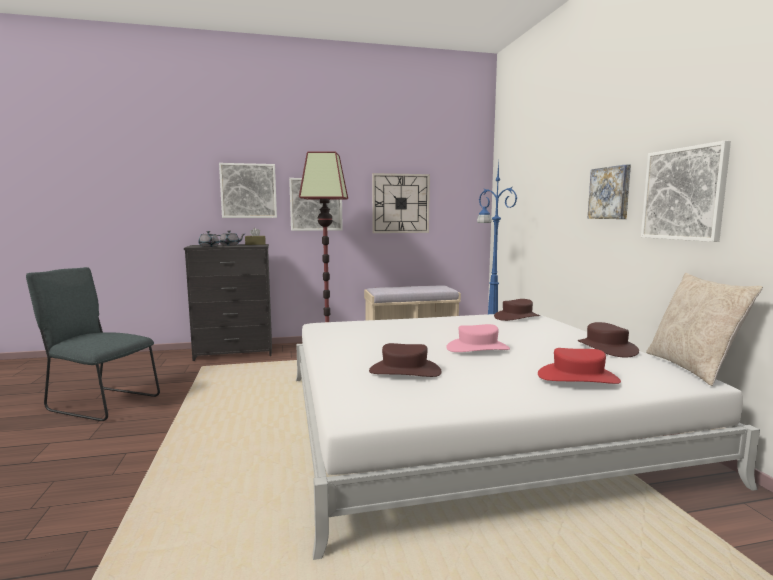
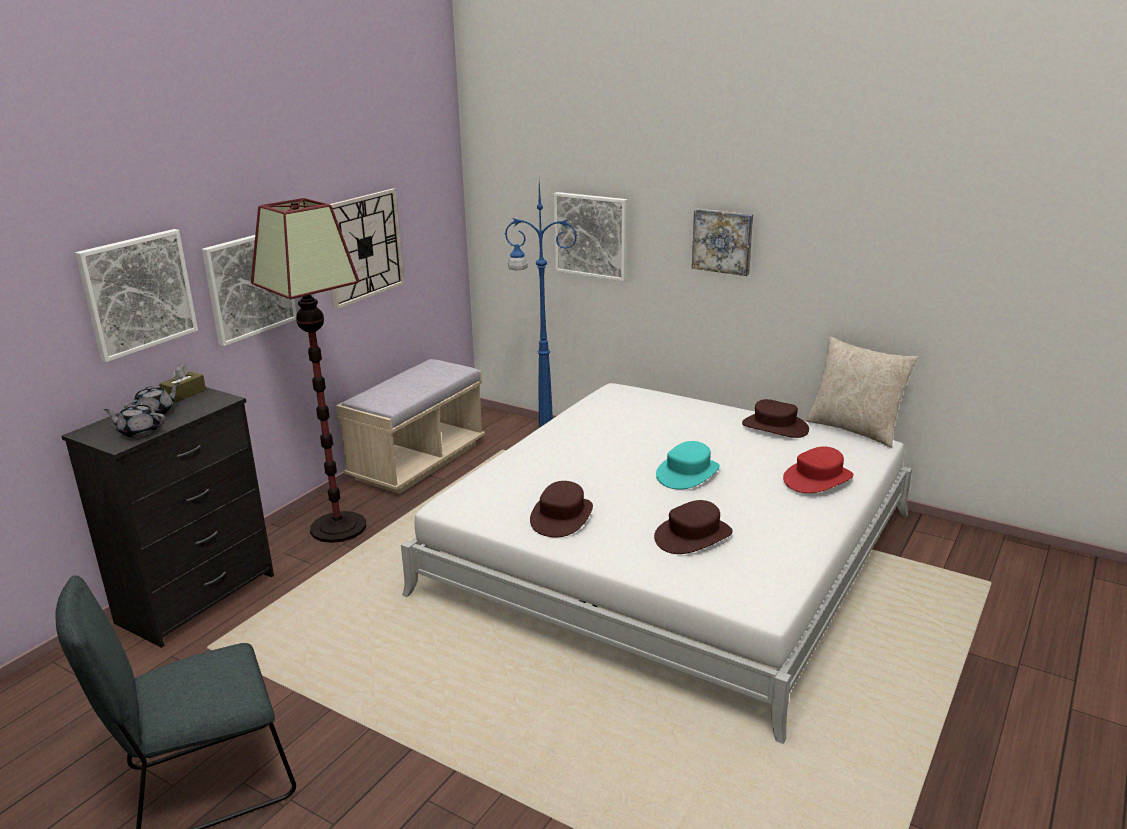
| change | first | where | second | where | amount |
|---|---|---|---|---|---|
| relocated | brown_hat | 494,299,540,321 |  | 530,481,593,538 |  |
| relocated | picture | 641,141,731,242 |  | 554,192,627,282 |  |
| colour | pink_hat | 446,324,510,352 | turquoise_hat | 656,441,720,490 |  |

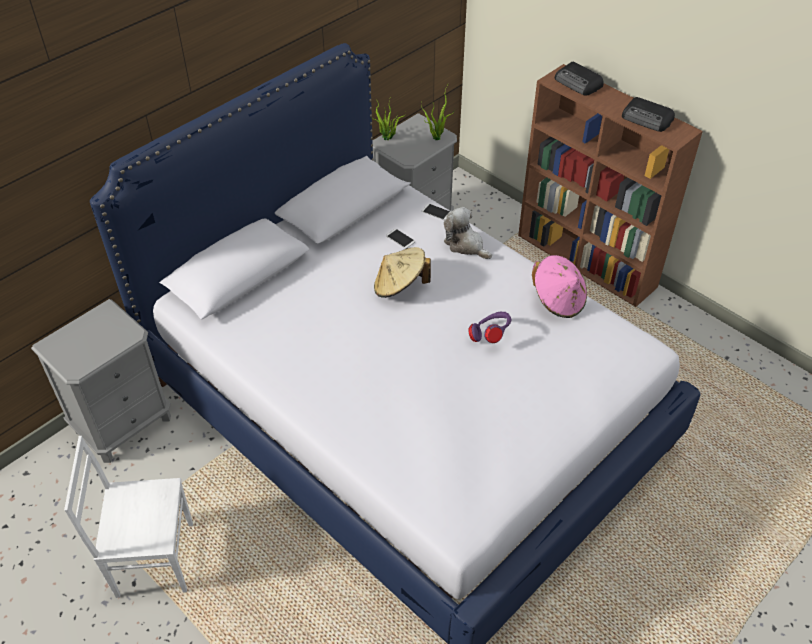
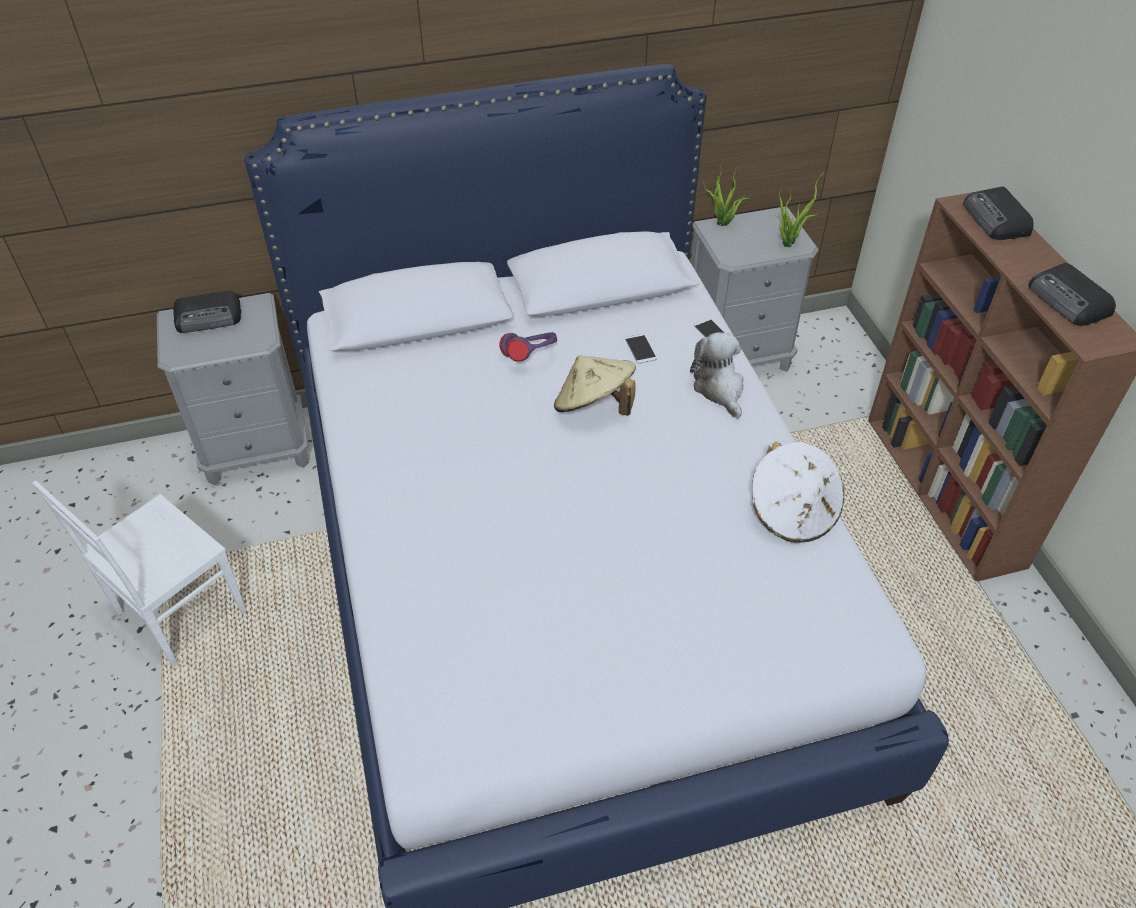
| change | first | where | second | where | amount |
|---|---|---|---|---|---|
| spun | white_chair | 64,436,193,598 |  | 33,481,246,667 | 75 degrees counterclockwise |
| appeared |  |  | radio | 173,291,242,333 |  |
| relocated | purple_headphones | 468,312,512,343 |  | 499,332,557,362 |  |
| colour | pink_hat | 532,255,587,318 | white_hat | 752,441,844,543 |  |

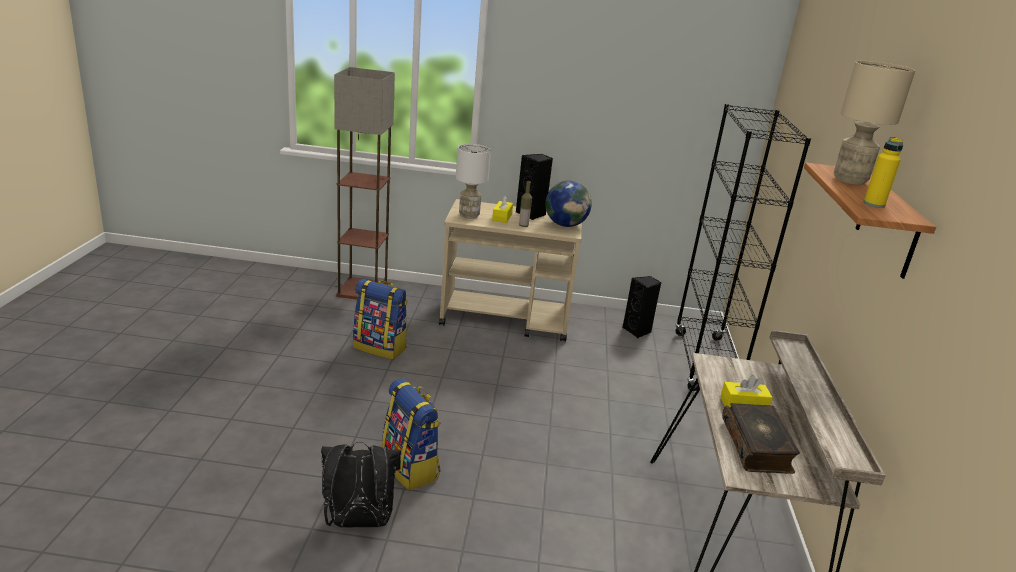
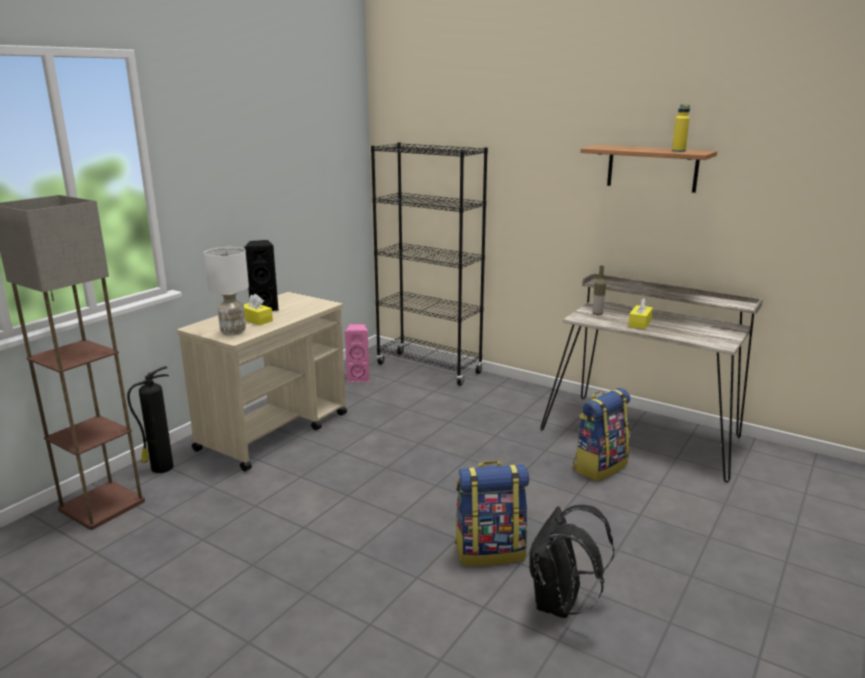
| change | first | where | second | where | amount |
|---|---|---|---|---|---|
| appeared |  |  | fire_extinguisher | 127,366,173,473 |  |
| colour | black_speaker | 622,276,661,338 | pink_speaker | 345,324,370,382 |  |
| relocated | backpack | 353,279,407,360 |  | 573,388,630,481 |  |
| relocated | bottle | 519,181,532,227 |  | 593,265,606,315 |  |
| missing | globe | 545,181,592,227 |  |  |  |
| missing | book | 722,403,800,474 |  |  |  |
| missing | beige_table_lamp | 834,61,915,185 |  |  |  |

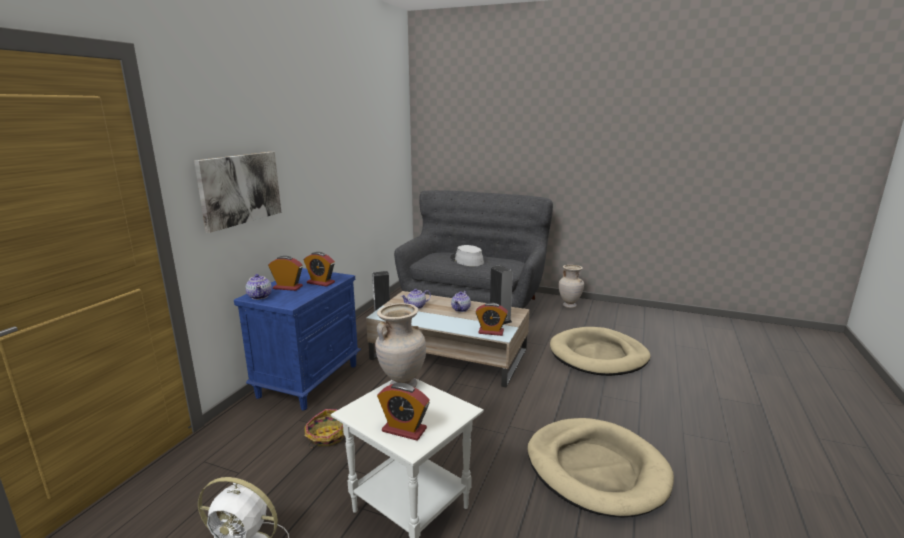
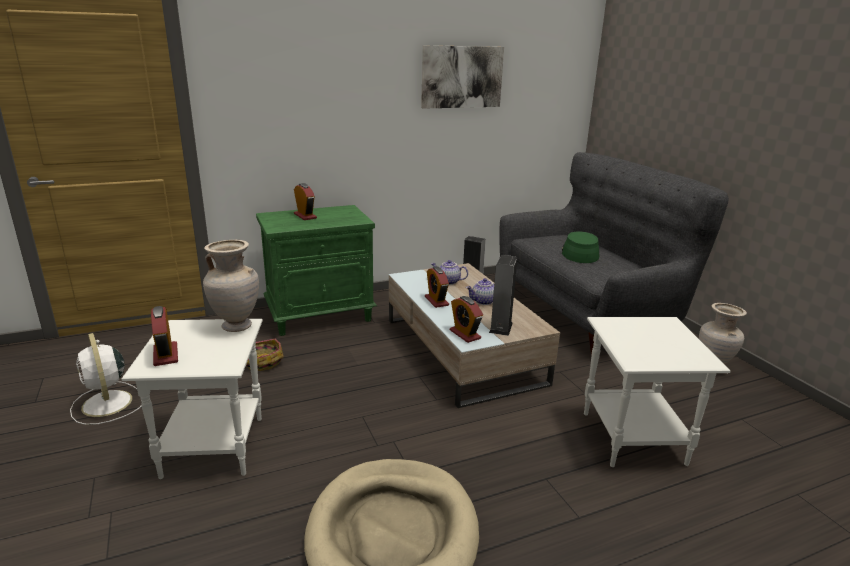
| change | first | where | second | where | amount |
|---|---|---|---|---|---|
| colour | blue_nightstand | 234,268,361,410 | green_nightstand | 256,205,377,336 |  |
| relocated | picture | 194,152,281,233 |  | 421,45,504,109 |  |
| relocated | alarm_clock | 304,252,335,287 |  | 425,267,449,308 |  |
| colour | grey_hat | 450,245,484,266 | green_hat | 562,231,599,263 |  |
| exchanged | beige_dog_bed | 550,327,651,376 | white_side_table | 584,317,731,467 |  |
| missing | teapot | 246,274,272,300 |  |  |  |

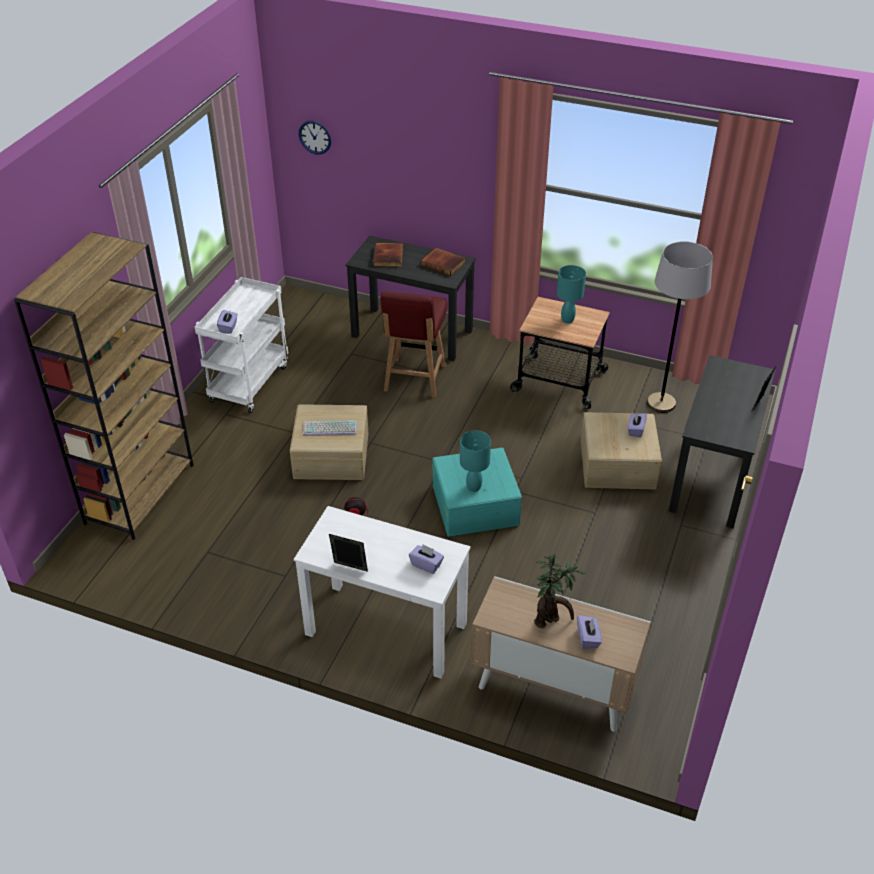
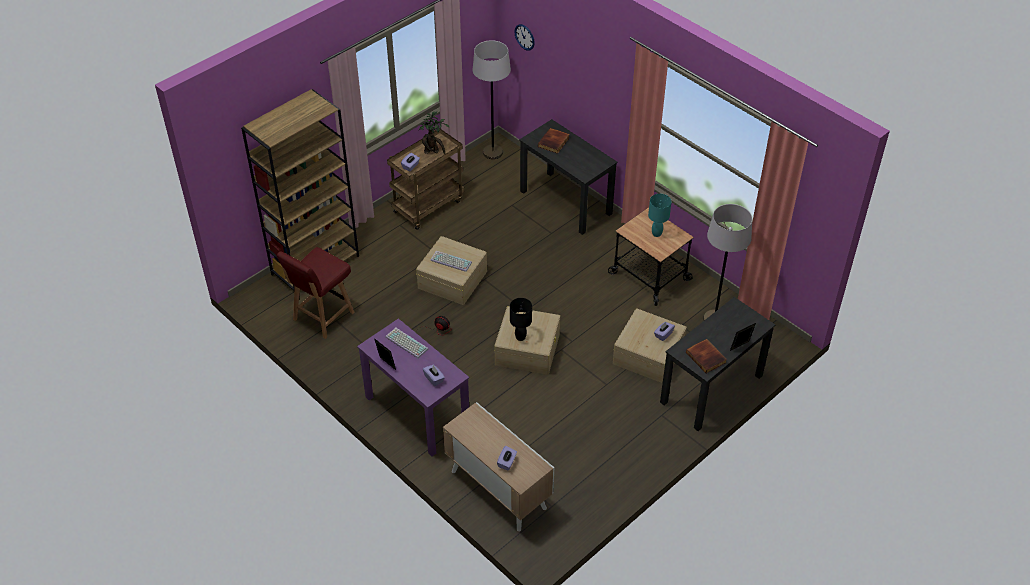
| change | first | where | second | where | amount |
|---|---|---|---|---|---|
| relocated | red_chair | 380,291,447,398 |  | 276,247,355,339 |  |
| colour | white_desk | 293,506,471,678 | purple_desk | 357,318,469,456 |  |
| appeared |  |  | keyboard | 386,328,428,358 |  |
| colour | white_cart | 195,277,288,413 | brown_cart | 387,128,464,230 |  |
| relocated | potted_plant | 534,553,585,628 |  | 419,111,450,154 |  |
| appeared |  |  | grey_floor_lamp | 472,40,511,159 |  |
| colour | turquoise_storage_box | 432,448,522,537 | beige_storage_box | 494,306,560,375 |  |
| colour | turquoise_table_lamp | 460,430,491,492 | black_table_lamp | 510,298,532,341 |  |
| relocated | book | 421,248,466,276 |  | 686,339,727,373 |  |

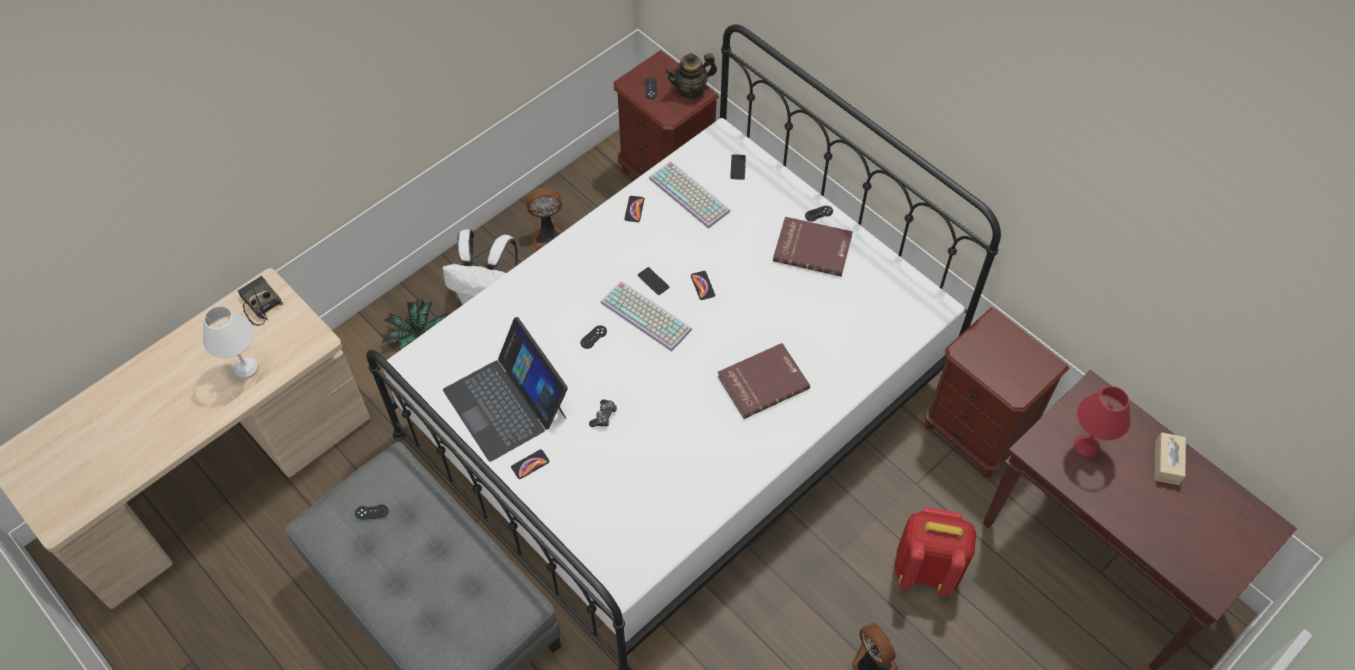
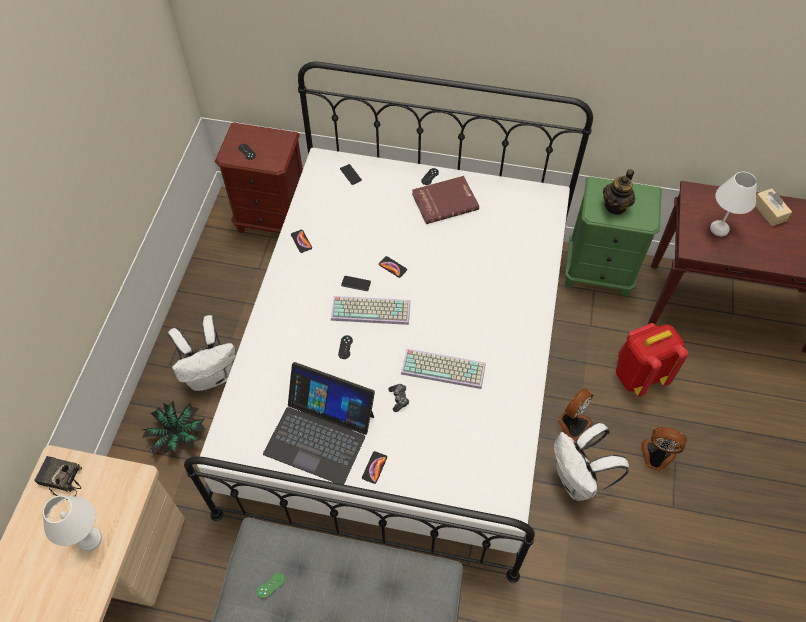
| change | first | where | second | where | amount |
|---|---|---|---|---|---|
| colour | black_game_controller | 355,504,389,520 | green_game_controller | 257,573,285,599 |  |
| relocated | keyboard | 649,161,730,229 |  | 401,349,486,389 |  |
| appeared |  |  | white_backpack | 554,423,629,501 |  |
| relocated | fan | 526,188,564,249 |  | 558,388,593,442 |  |
| colour | brown_nightstand | 924,308,1069,478 | green_nightstand | 565,176,662,297 |  |
| relocated | teapot | 665,53,717,99 |  | 603,169,635,215 |  |
| colour | red_table_lamp | 1074,386,1131,458 | white_table_lamp | 710,172,757,236 |  |
| missing | red_book | 718,343,810,419 |  |  |  |

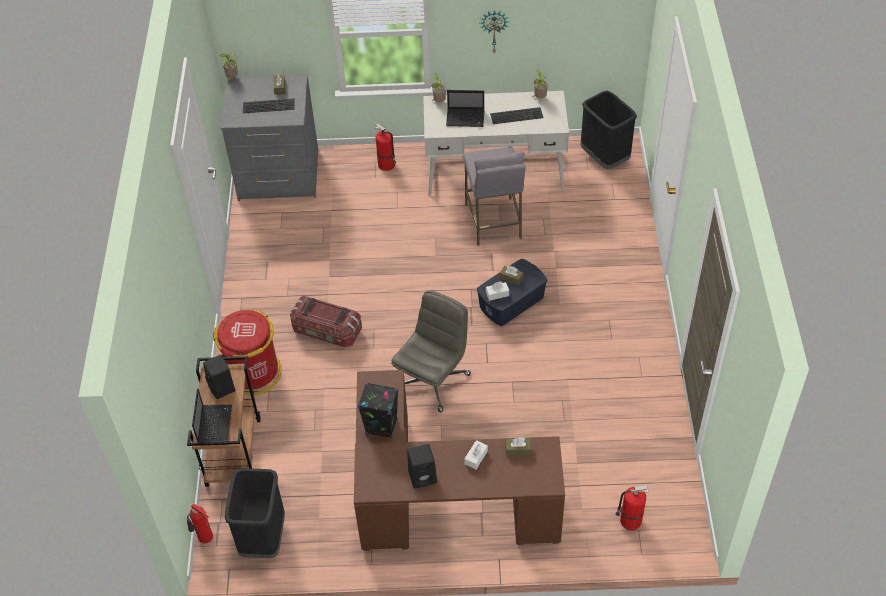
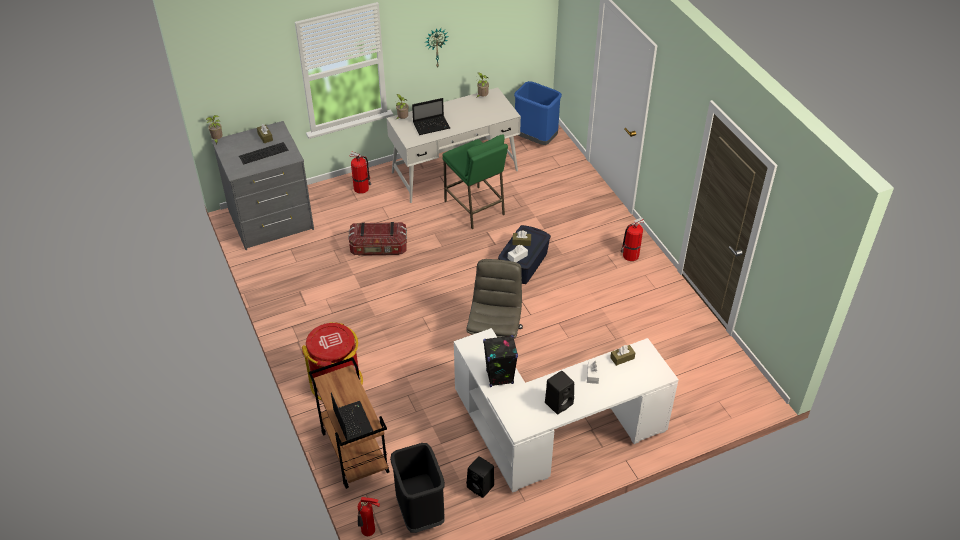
| change | first | where | second | where | amount |
|---|---|---|---|---|---|
| relocated | storage_box | 290,296,362,348 |  | 348,222,407,256 |  |
| colour | grey_stool | 464,147,525,246 | green_stool | 442,134,508,229 |  |
| colour | brown_desk | 354,370,565,551 | white_desk | 454,328,679,493 |  |
| relocated | black_speaker | 203,355,235,399 |  | 466,456,494,498 |  |
| colour | black_trash_can | 581,91,637,169 | blue_trash_can | 514,81,562,145 |  |
| relocated | fire_extinguisher | 616,485,649,530 |  | 620,217,644,261 |  |
| missing | keyboard | 490,107,544,124 |  |  |  |

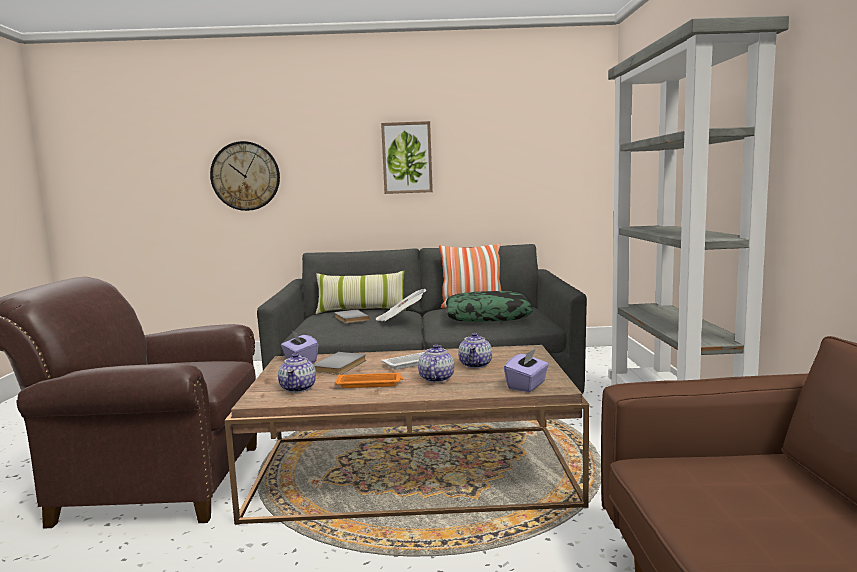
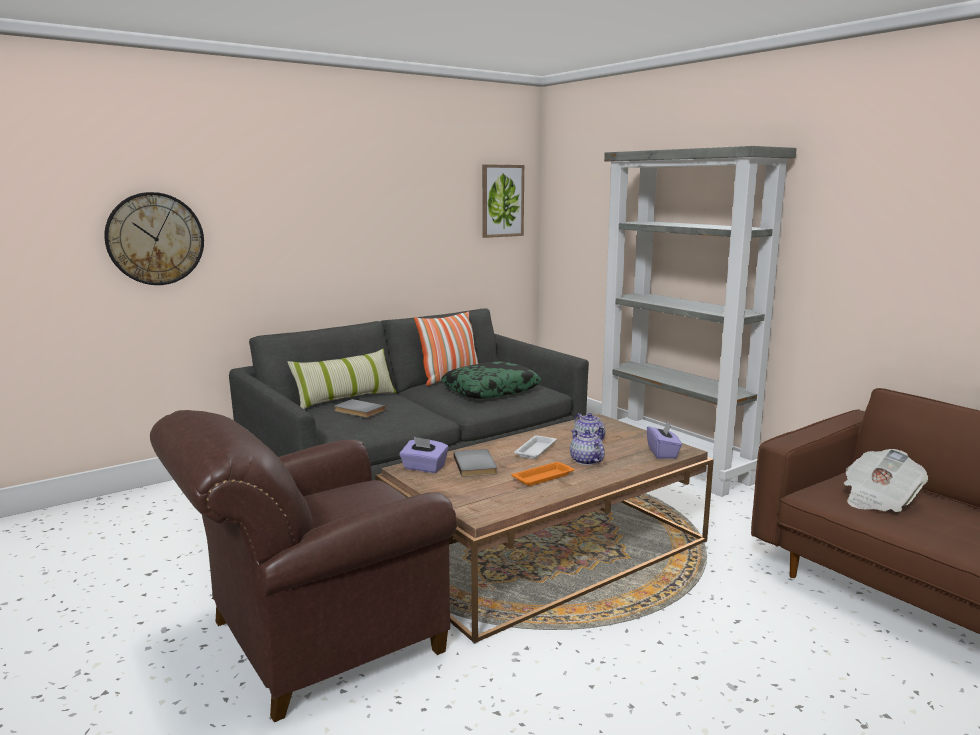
| change | first | where | second | where | amount |
|---|---|---|---|---|---|
| relocated | picture | 381,121,433,194 |  | 482,164,524,238 |  |
| relocated | newspaper | 376,289,426,321 |  | 844,449,928,512 |  |
| missing | teapot | 278,353,316,393 |  |  |  |

